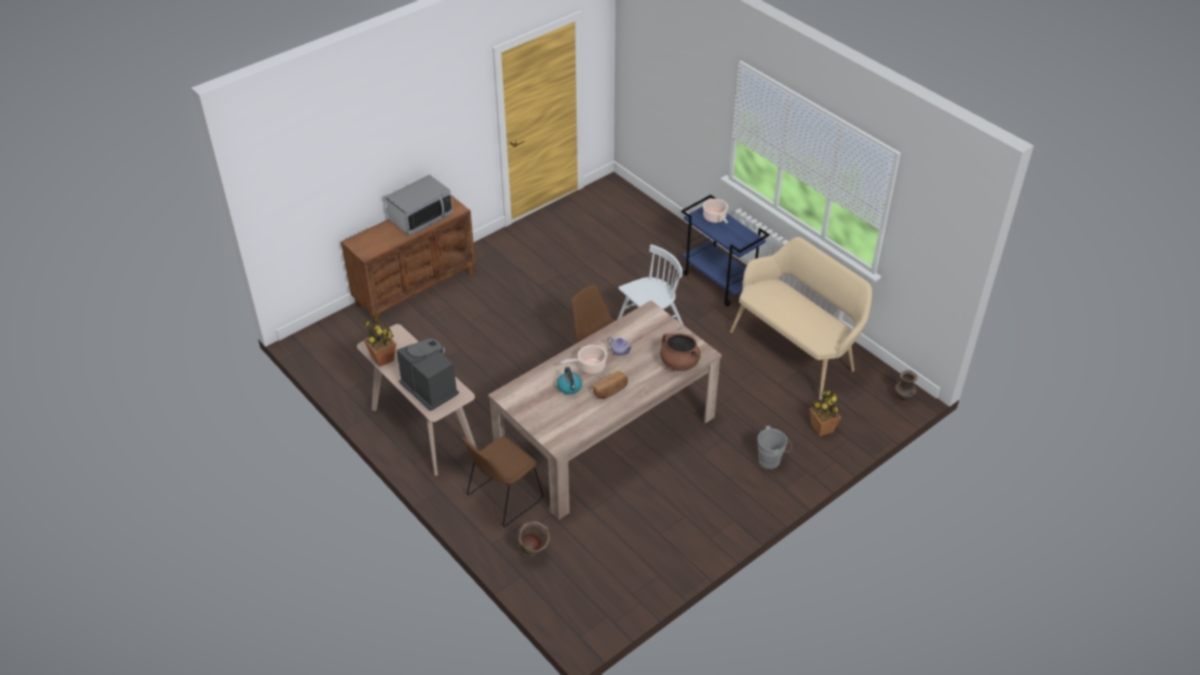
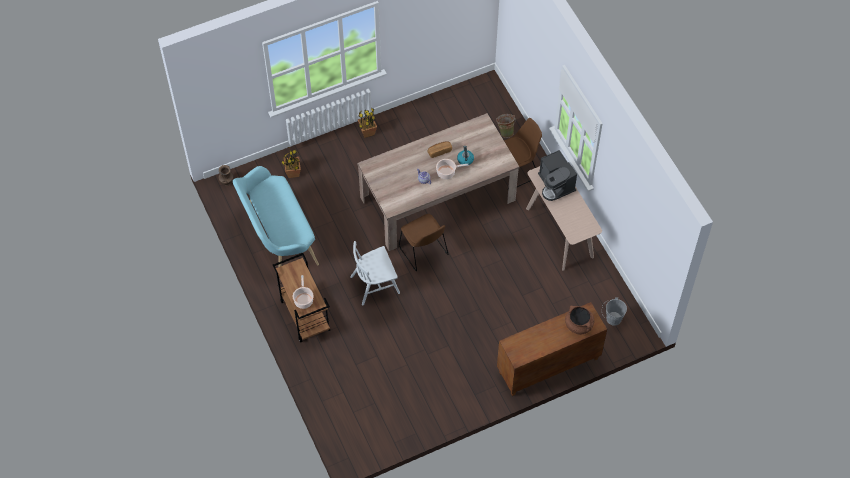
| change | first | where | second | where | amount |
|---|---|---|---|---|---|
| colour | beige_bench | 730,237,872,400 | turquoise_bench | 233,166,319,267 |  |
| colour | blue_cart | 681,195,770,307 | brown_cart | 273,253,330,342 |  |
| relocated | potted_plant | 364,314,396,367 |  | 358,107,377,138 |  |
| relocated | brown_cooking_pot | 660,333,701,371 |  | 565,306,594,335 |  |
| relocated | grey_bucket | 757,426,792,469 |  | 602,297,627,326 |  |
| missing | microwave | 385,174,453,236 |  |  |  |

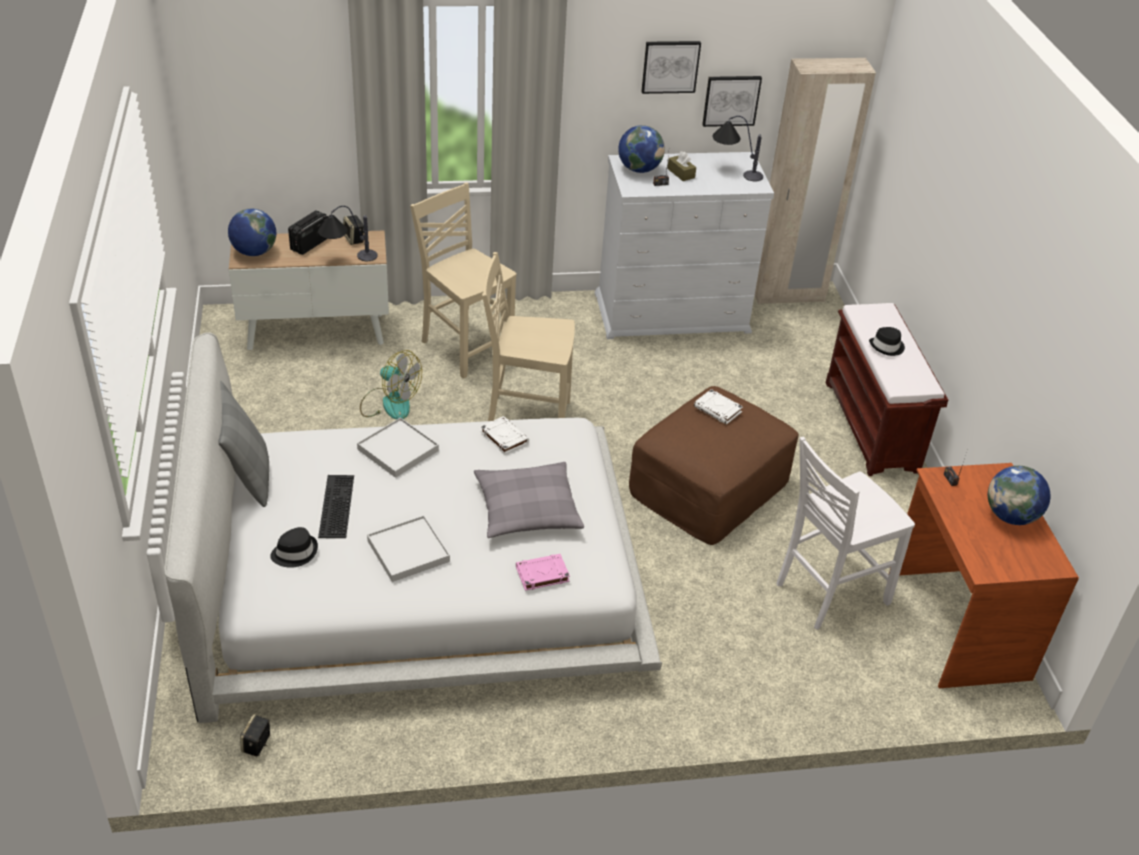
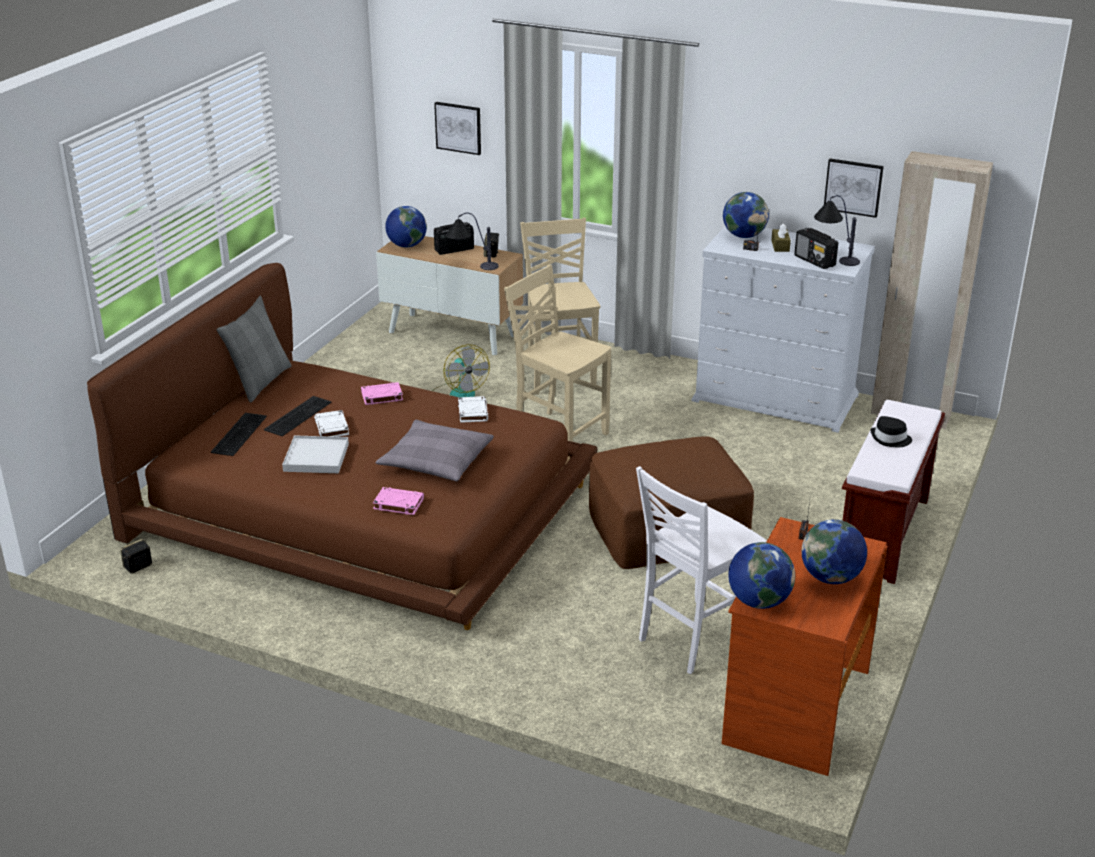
| change | first | where | second | where | amount |
|---|---|---|---|---|---|
| colour | white_bed | 164,332,662,723 | brown_bed | 87,263,597,630 |  |
| exchanged | black_hat | 270,527,318,568 | keyboard | 211,413,267,456 |  |
| relocated | white_book | 694,389,743,425 |  | 314,410,349,437 |  |
| exchanged | white_tray | 357,417,439,478 | pink_book | 361,382,403,405 |  |
| relocated | picture | 641,41,701,94 |  | 434,102,481,155 |  |
| spun | white_chair | 776,436,915,630 |  | 636,466,767,674 | 45 degrees counterclockwise |
| appeared |  |  | globe | 728,542,795,609 |  |
| appeared |  |  | radio | 795,228,838,269 |  |

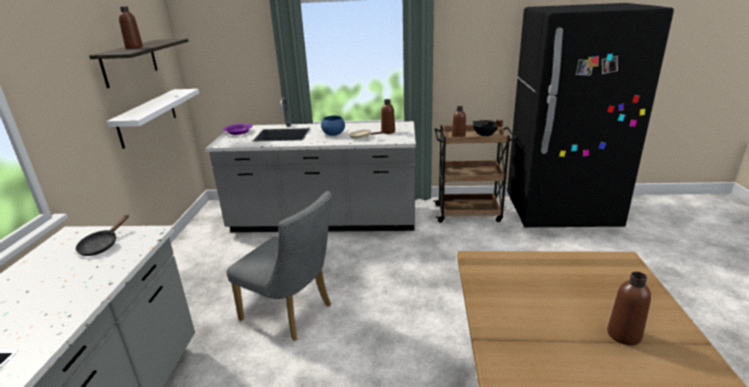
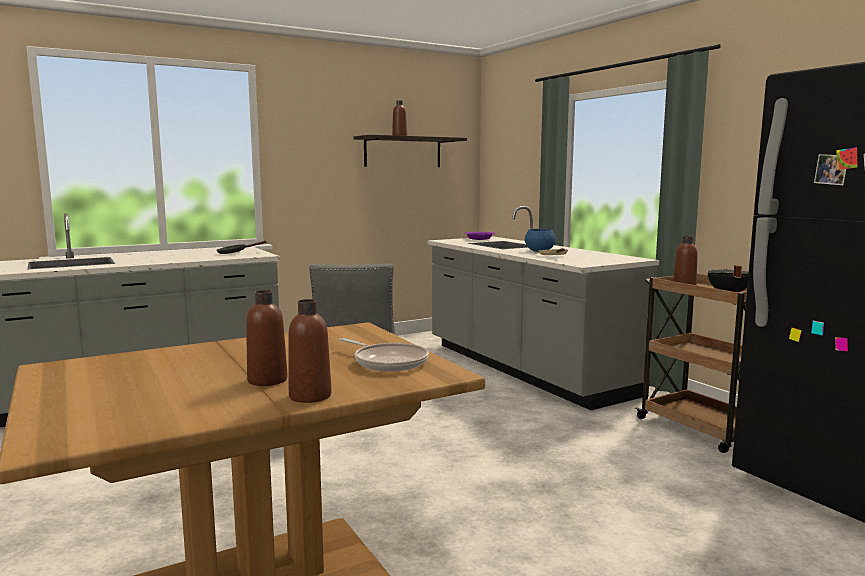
| change | first | where | second | where | amount |
|---|---|---|---|---|---|
| relocated | brown_bottle | 381,99,395,134 |  | 288,299,332,403 |  |
| appeared |  |  | frying_pan | 339,338,429,372 |  |
| missing | white_shelf | 106,89,199,149 |  |  |  |

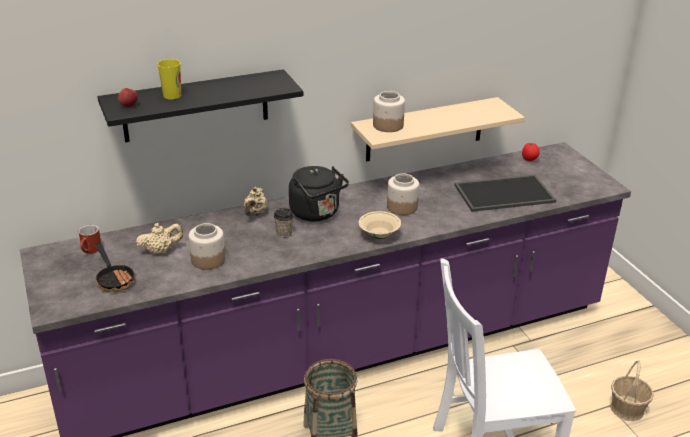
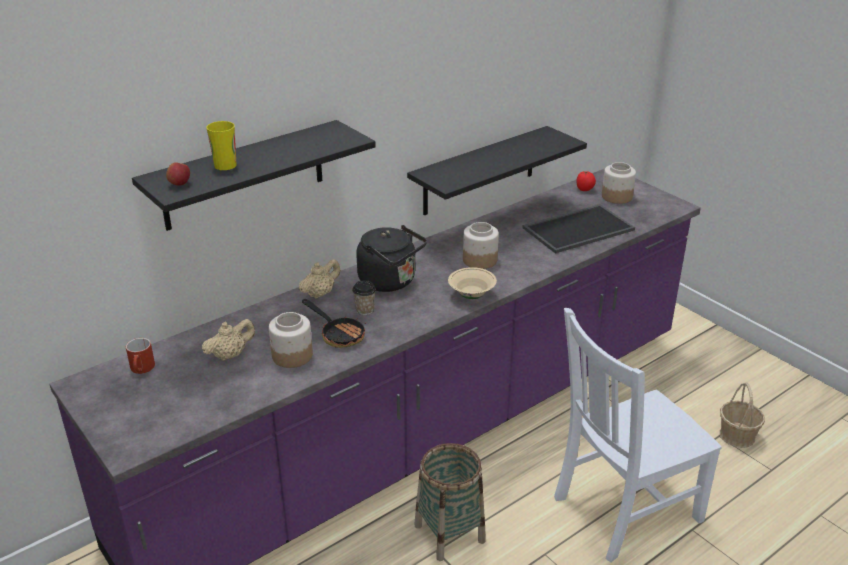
| change | first | where | second | where | amount |
|---|---|---|---|---|---|
| spun | beige_teapot | 243,187,267,216 |  | 299,259,340,299 | 135 degrees counterclockwise |
| relocated | frying_pan | 94,243,136,292 |  | 302,299,366,348 |  |
| colour | beige_shelf | 351,97,525,162 | black_shelf | 407,126,587,215 |  |
| relocated | jar | 373,91,405,132 |  | 602,162,636,204 |  |

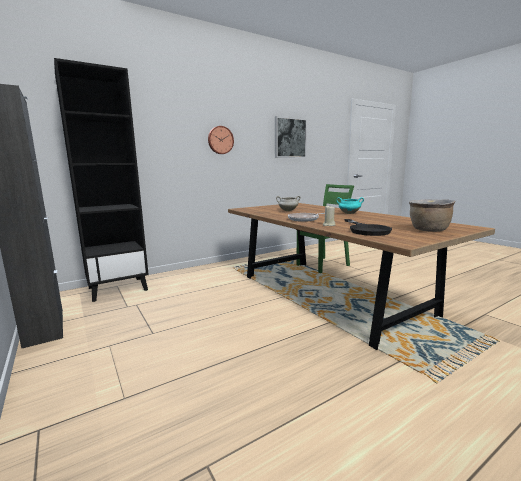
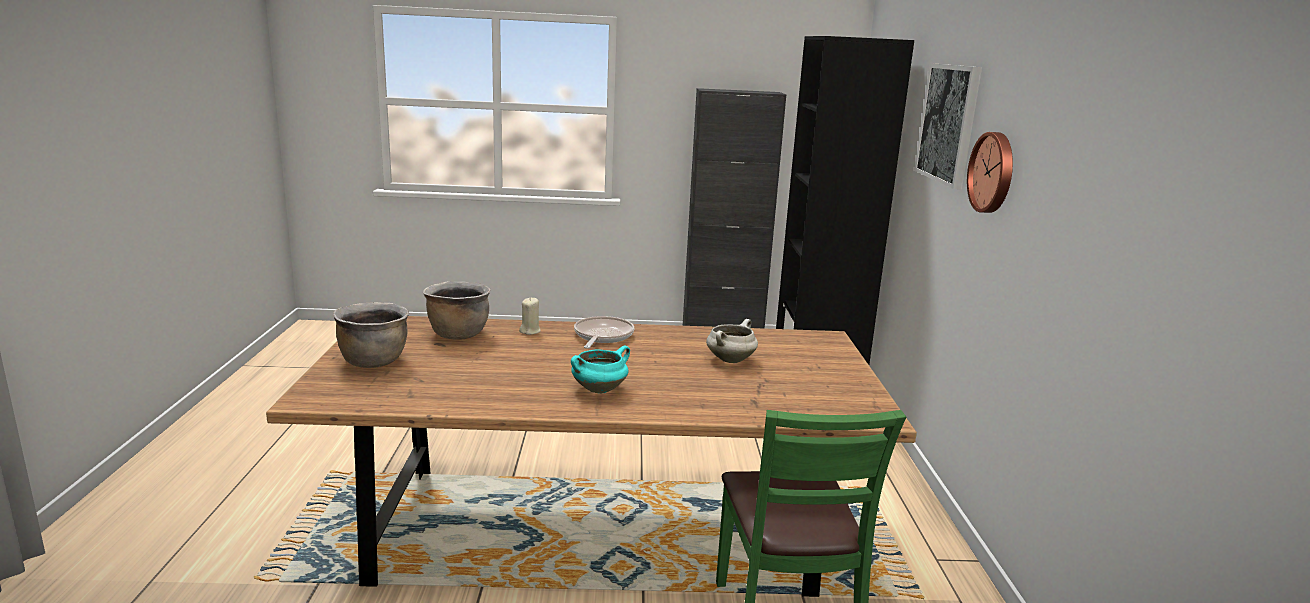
| change | first | where | second | where | amount |
|---|---|---|---|---|---|
| exchanged | black_frying_pan | 344,219,392,236 | brown_cooking_pot | 423,282,491,340 |  |
| relocated | picture | 275,116,307,158 |  | 914,63,982,189 |  |

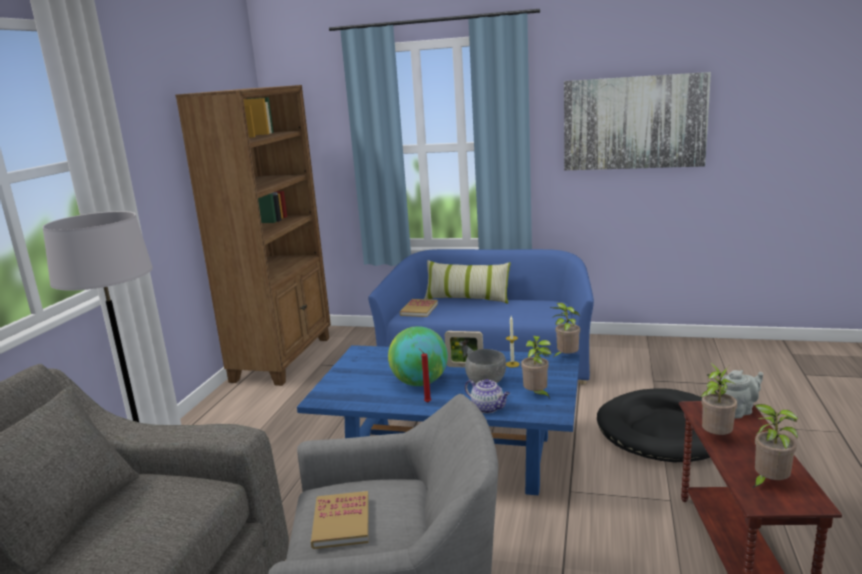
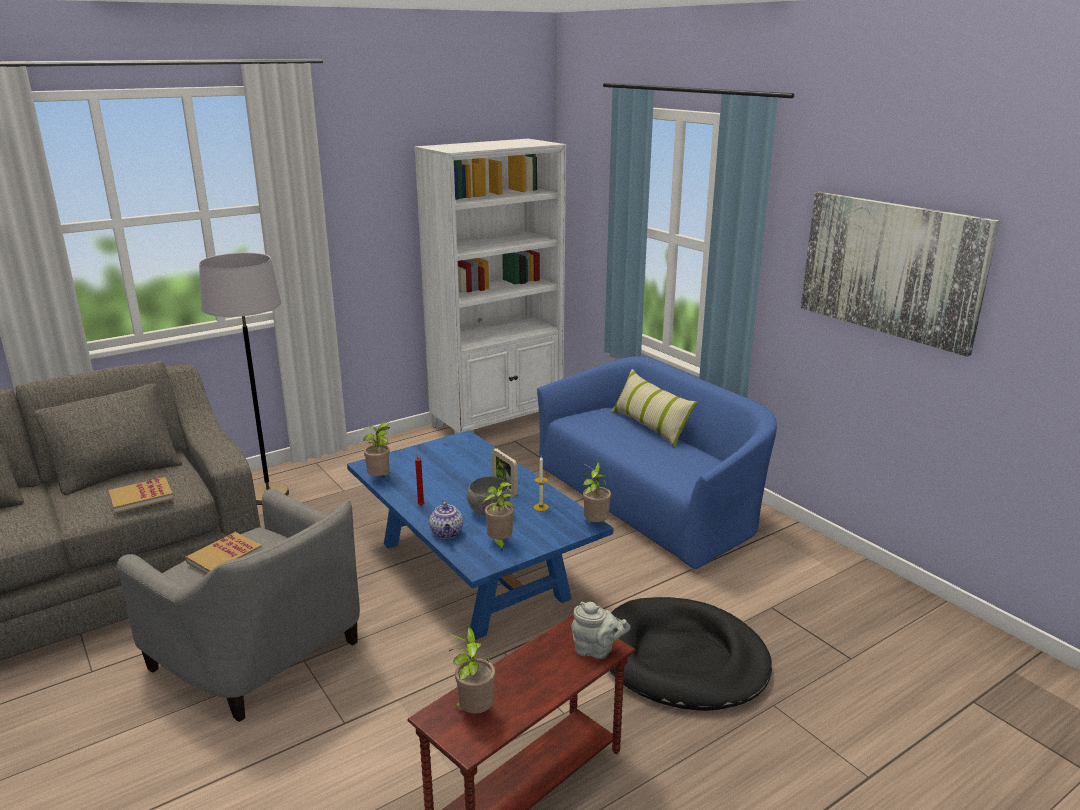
| change | first | where | second | where | amount |
|---|---|---|---|---|---|
| relocated | book | 400,299,438,317 |  | 108,477,174,514 |  |
| relocated | potted_plant | 701,363,737,435 |  | 364,422,390,476 |  |
| colour | brown_bookcase | 175,85,331,386 | white_bookcase | 414,139,566,434 |  |
| missing | globe | 388,326,448,386 |  |  |  |

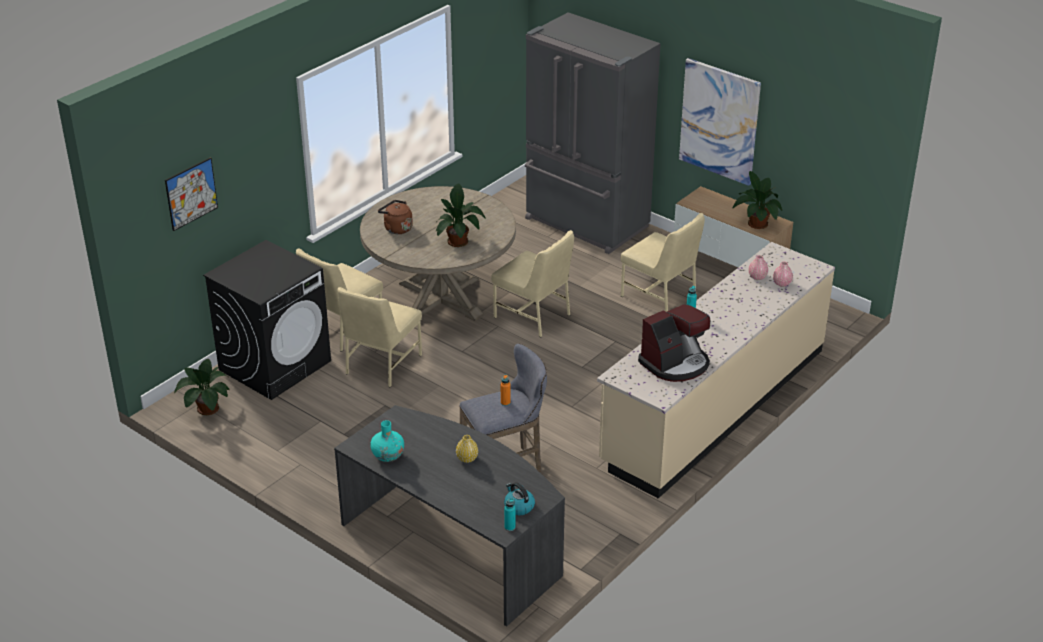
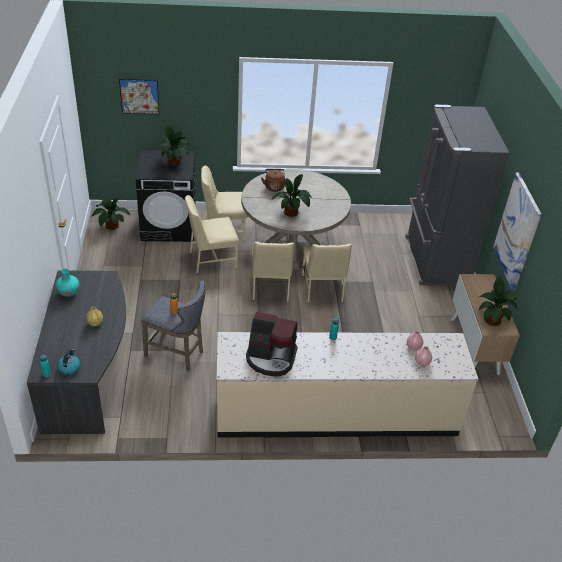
| change | first | where | second | where | amount |
|---|---|---|---|---|---|
| appeared |  |  | potted_plant | 157,124,190,166 |  |
| relocated | beige_chair | 621,213,705,312 |  | 252,242,294,302 |  |

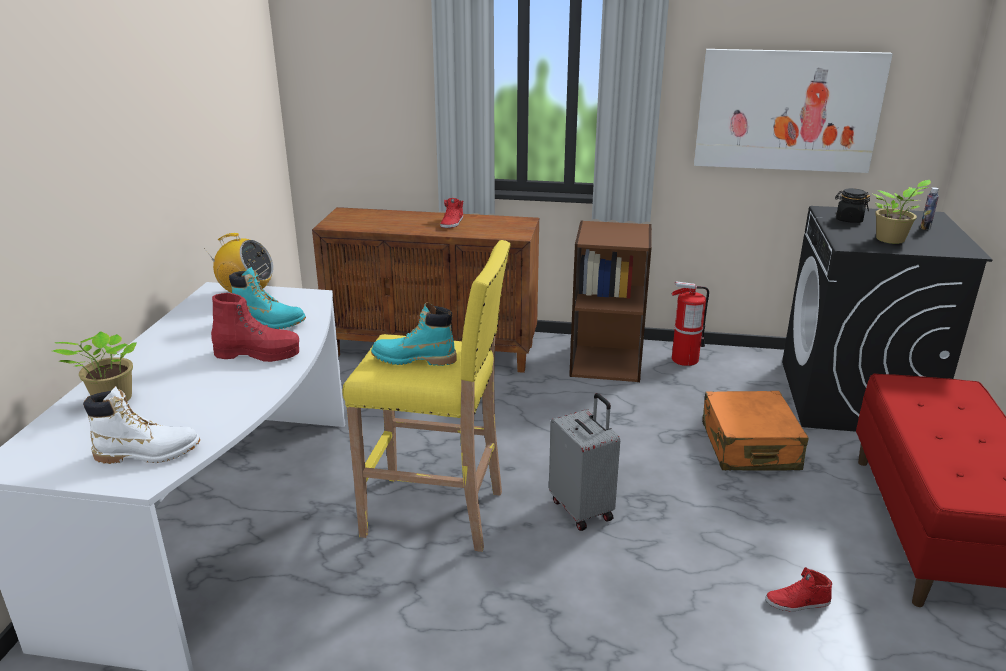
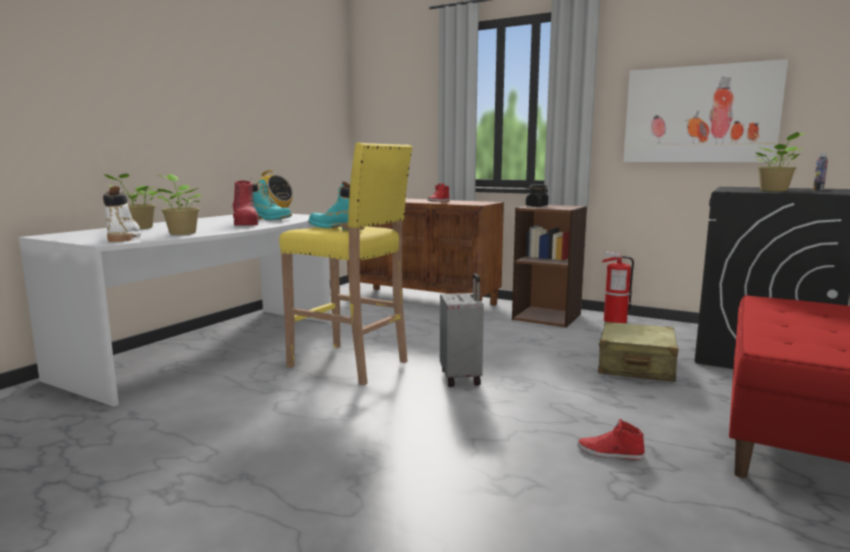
| change | first | where | second | where | amount |
|---|---|---|---|---|---|
| spun | white_boot | 83,386,200,464 |  | 103,186,141,242 | 120 degrees counterclockwise |
| appeared |  |  | potted_plant | 153,174,201,235 |  |
| spun | red_boot | 211,293,299,362 |  | 231,180,258,225 | 45 degrees clockwise |
| relocated | black_jar | 835,188,870,223 |  | 526,184,549,207 |  |
| colour | orange_suitcase | 702,391,809,471 | beige_suitcase | 598,322,679,382 |  |

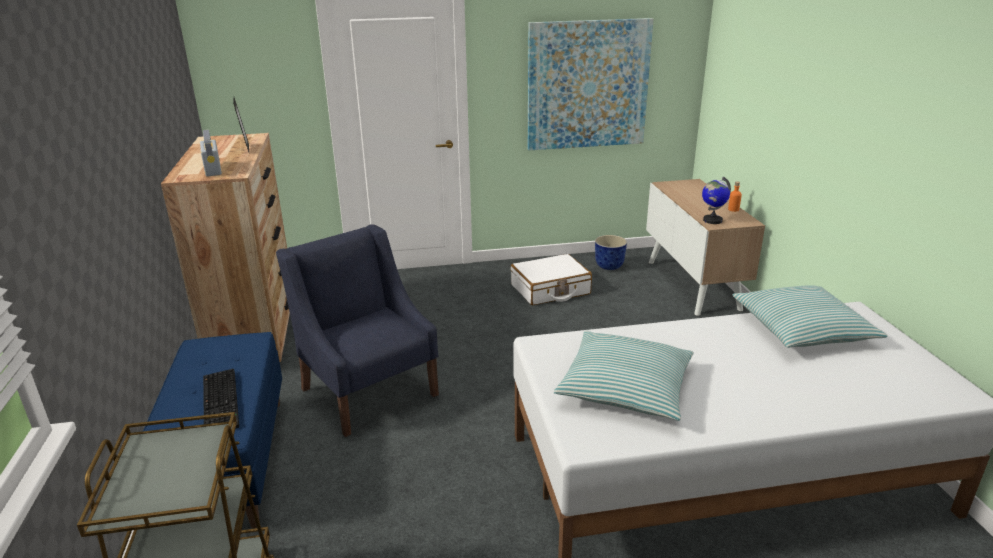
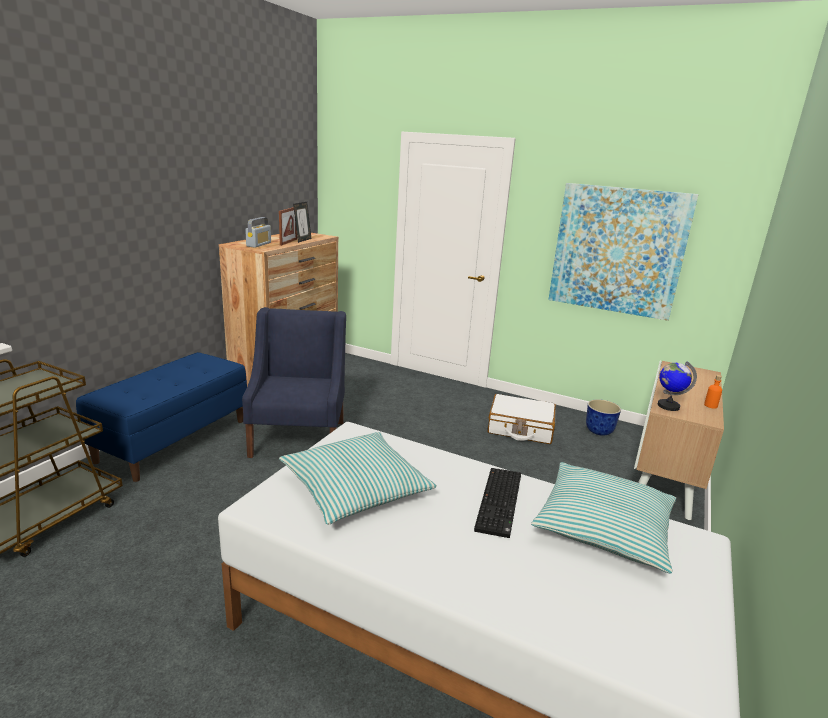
| change | first | where | second | where | amount |
|---|---|---|---|---|---|
| appeared |  |  | picture_frame | 279,207,297,246 |  |
| relocated | keyboard | 203,369,239,428 |  | 474,468,521,538 |  |

